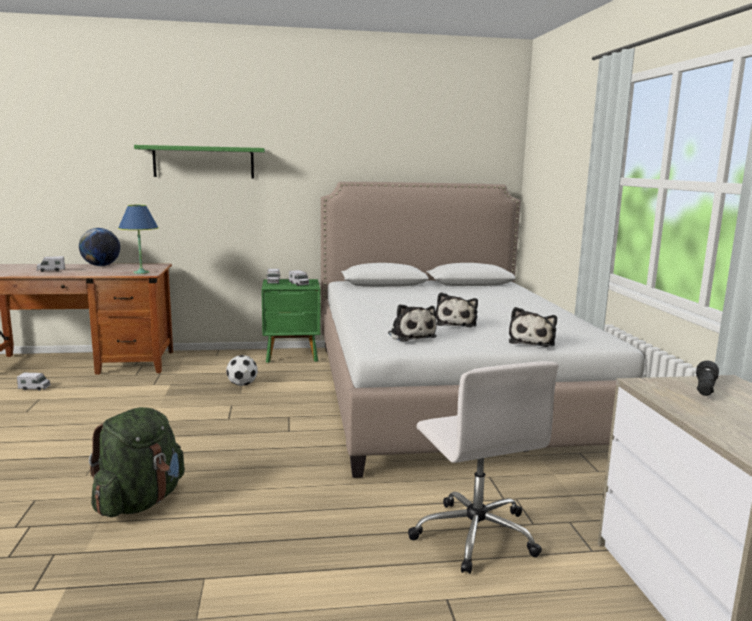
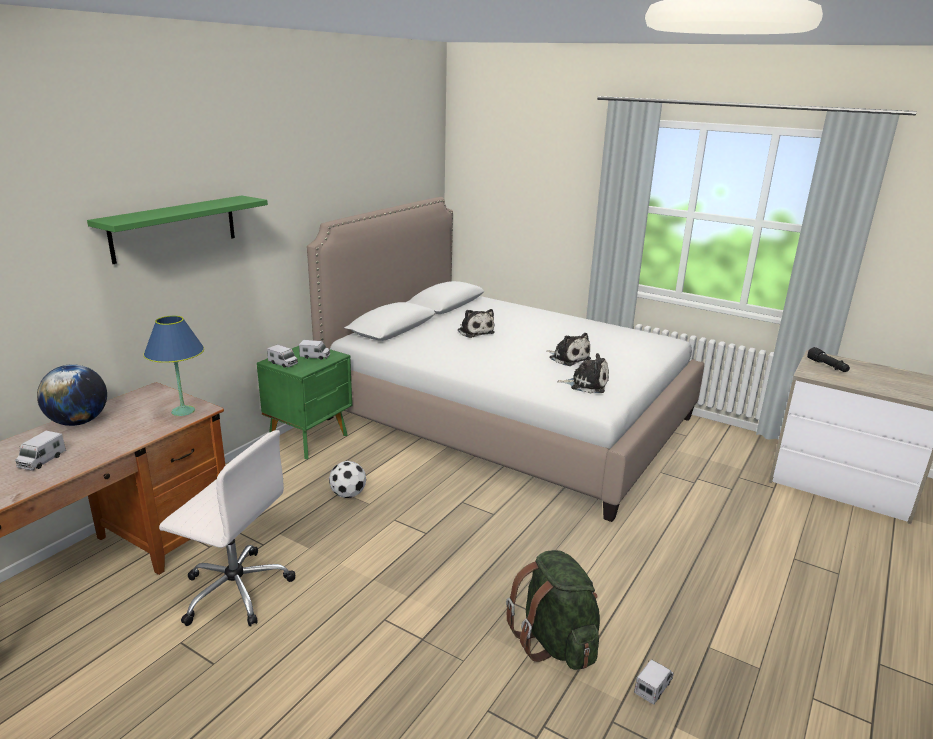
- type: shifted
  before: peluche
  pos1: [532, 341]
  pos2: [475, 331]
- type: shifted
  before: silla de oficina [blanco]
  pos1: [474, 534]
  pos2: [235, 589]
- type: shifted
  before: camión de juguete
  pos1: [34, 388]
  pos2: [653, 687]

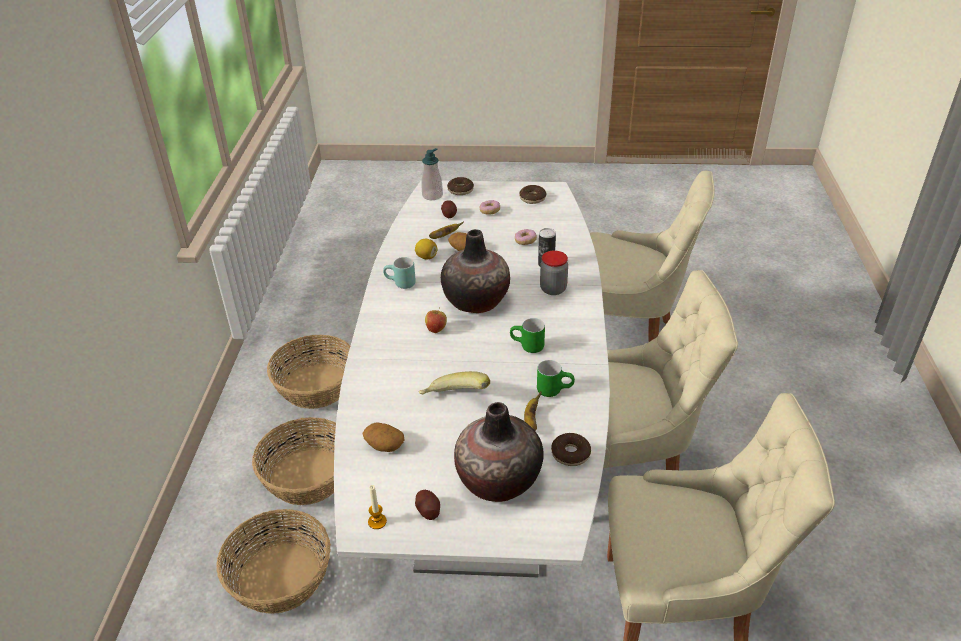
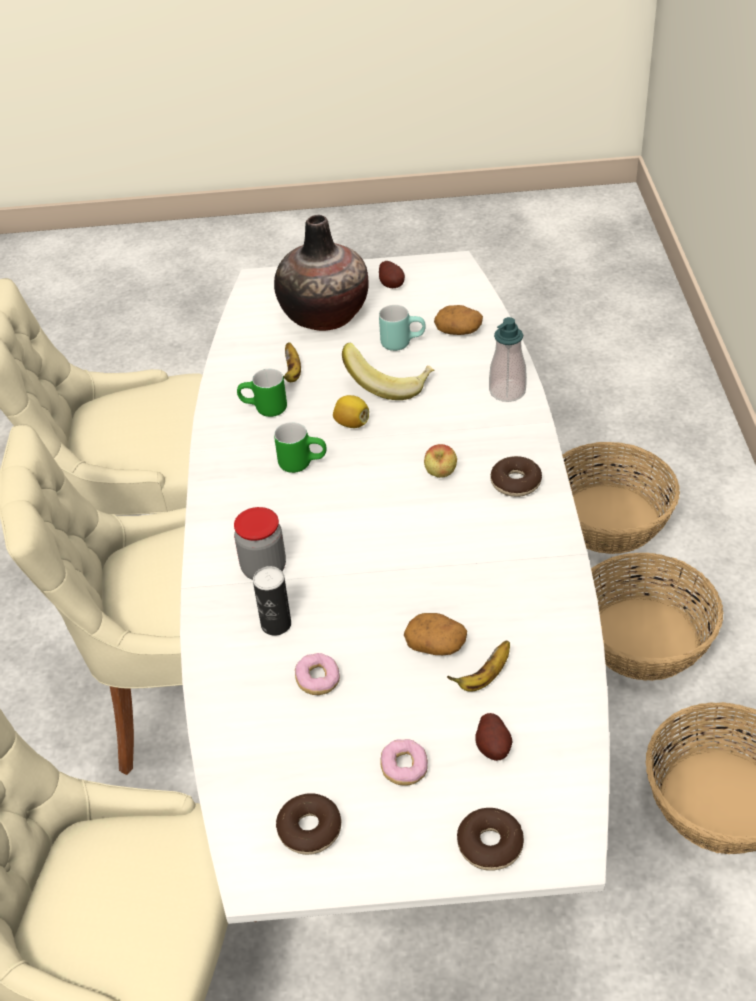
- type: shifted
  before: dispensador de jabón
  pos1: [432, 195]
  pos2: [507, 391]
- type: gone
  before: florero
  pos1: [476, 301]
- type: shifted
  before: limón
  pos1: [426, 257]
  pos2: [352, 423]
- type: shifted
  before: taza grande [turquesa]
  pos1: [400, 284]
  pos2: [402, 342]
- type: shifted
  before: rosquilla
  pos1: [570, 454]
  pos2: [515, 483]
- type: gone
  before: vela
  pos1: [377, 522]

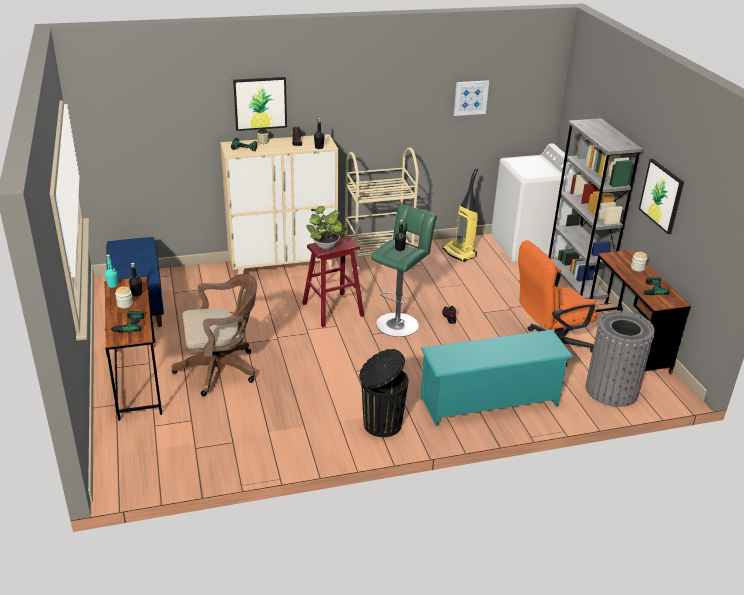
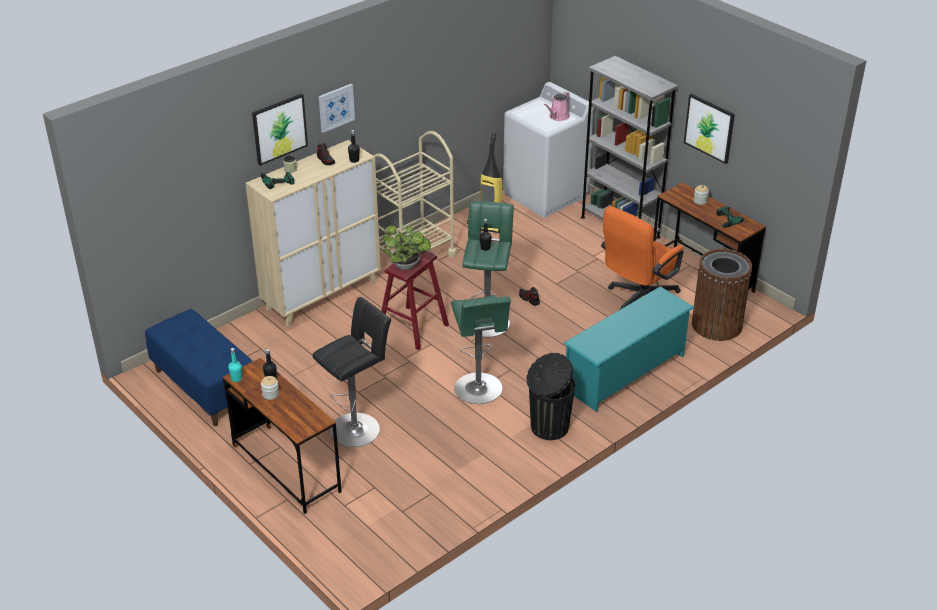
- type: shifted
  before: cuadro
  pos1: [470, 97]
  pos2: [336, 107]
- type: swapped
  before: silla de oficina [marrón]
  after: taburete [negro]
  pos1: [221, 369]
  pos2: [358, 427]
- type: gone
  before: taladro
  pos1: [124, 325]
- type: repainted
  before: papelera [gris]
  after: papelera [marrón]
  pos1: [611, 390]
  pos2: [716, 325]
- type: new
  after: regadera [rosa]
  pos2: [558, 117]
- type: new
  after: taburete [verde]
  pos2: [479, 390]

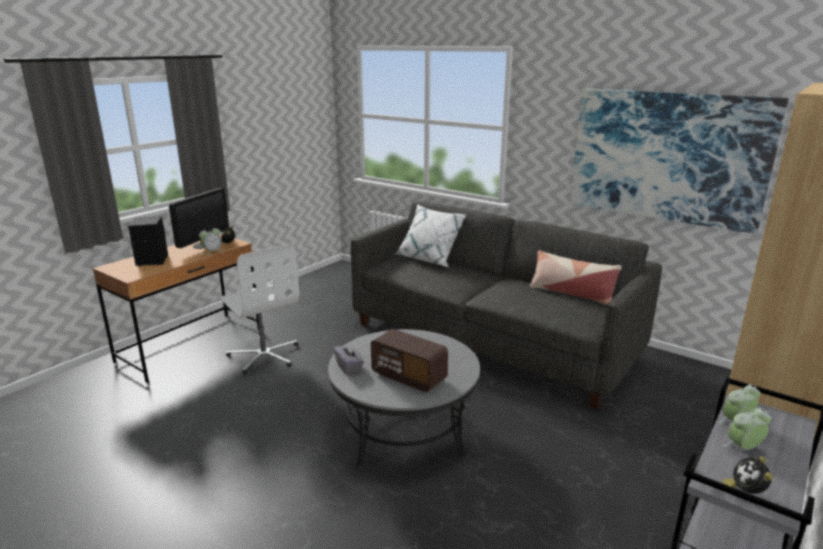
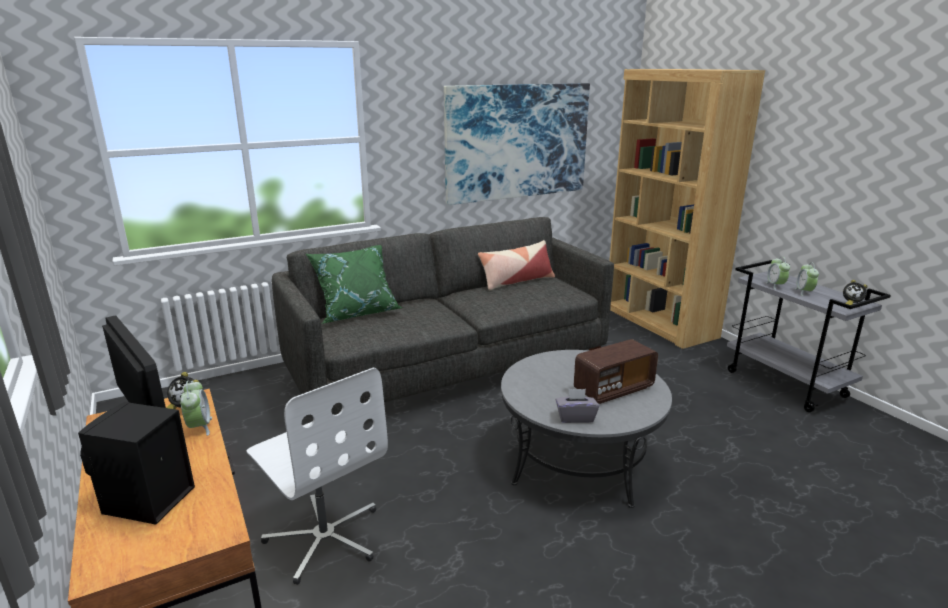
- type: repainted
  before: cojín [blanco]
  after: cojín [verde]
  pos1: [430, 259]
  pos2: [357, 312]
- type: rotated
  before: silla de oficina [blanco]
  pos1: [264, 355]
  pos2: [325, 537]
  turn: 60

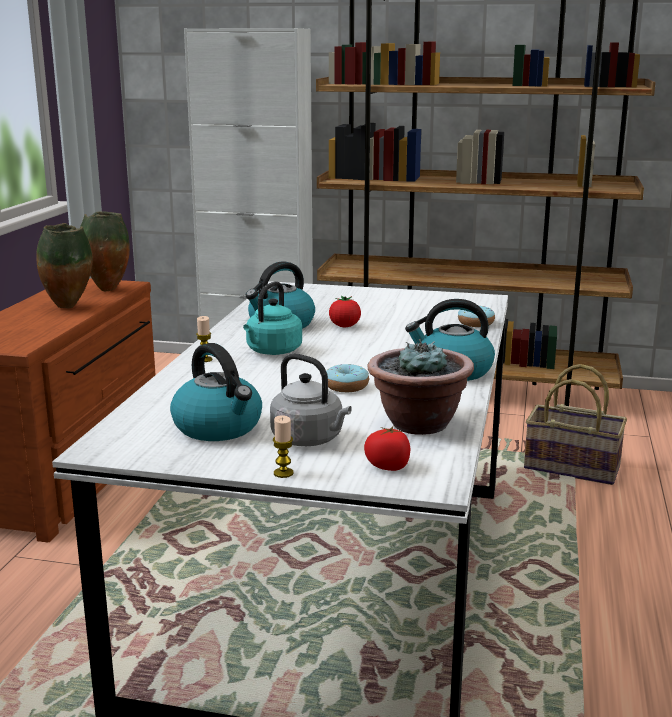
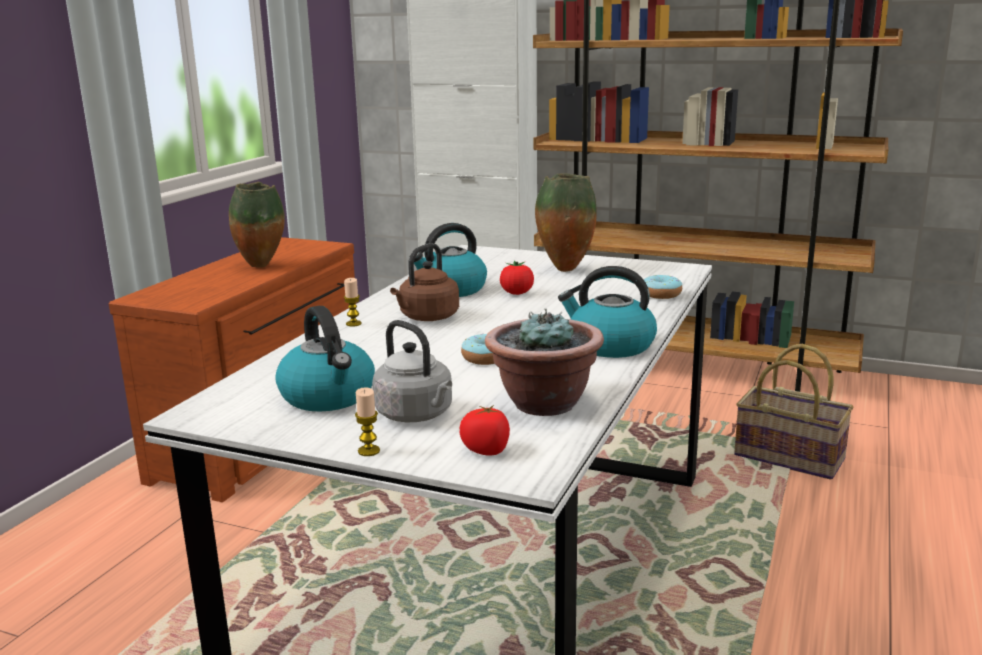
- type: shifted
  before: florero
  pos1: [107, 289]
  pos2: [564, 269]
- type: repainted
  before: hervidor [turquesa]
  after: hervidor [marrón]
  pos1: [272, 351]
  pos2: [427, 318]

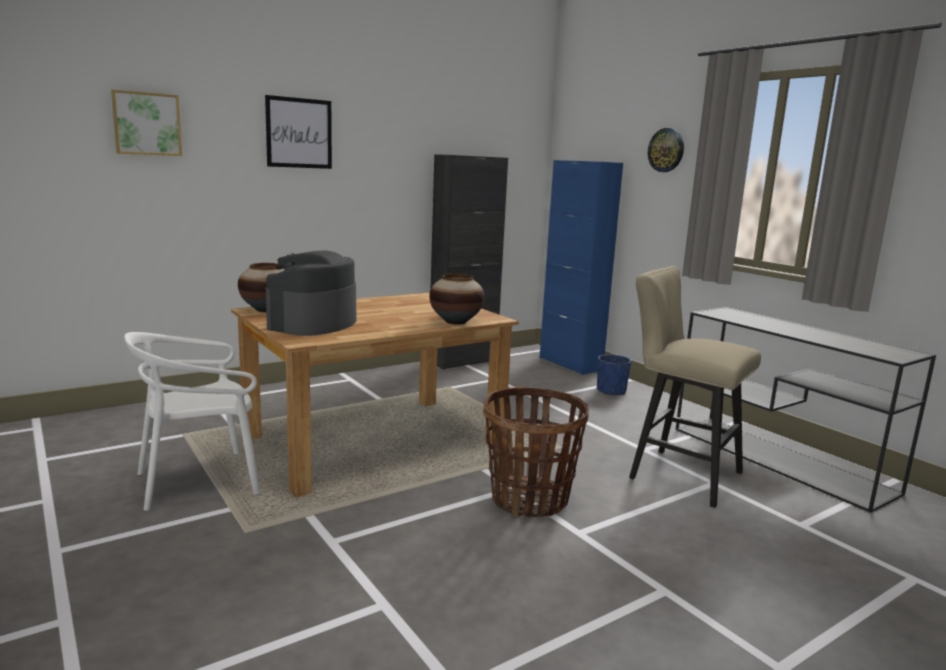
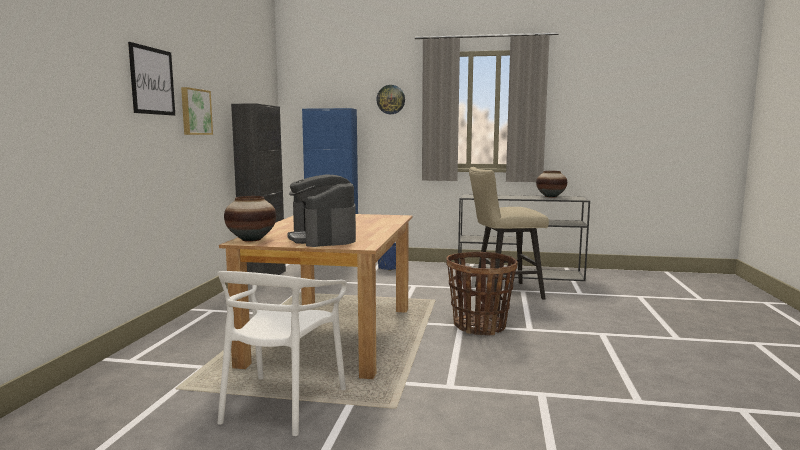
- type: shifted
  before: cuadro
  pos1: [147, 124]
  pos2: [195, 112]
- type: shifted
  before: florero
  pos1: [455, 322]
  pos2: [550, 196]

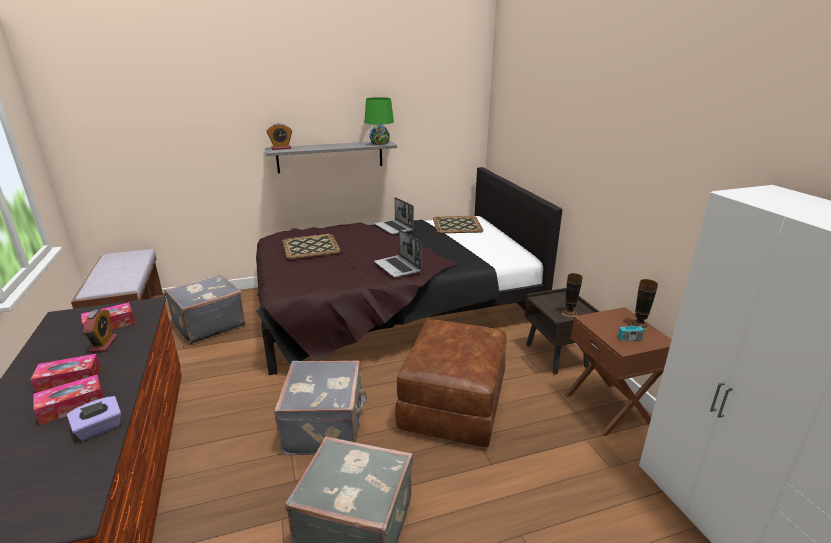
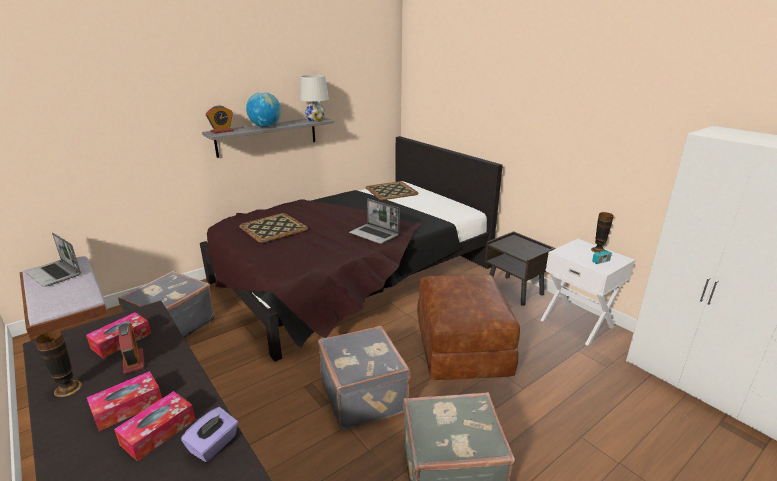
- type: repainted
  before: lámpara de mesa [verde]
  after: lámpara de mesa [blanco]
  pos1: [379, 143]
  pos2: [315, 120]
- type: shifted
  before: portátil
  pos1: [394, 228]
  pos2: [55, 274]
- type: shifted
  before: florero
  pos1: [569, 313]
  pos2: [68, 388]
- type: repainted
  before: mesita de noche [marrón]
  after: mesita de noche [blanco]
  pos1: [608, 408]
  pos2: [577, 323]
- type: new
  after: globo terráqueo
  pos2: [265, 126]

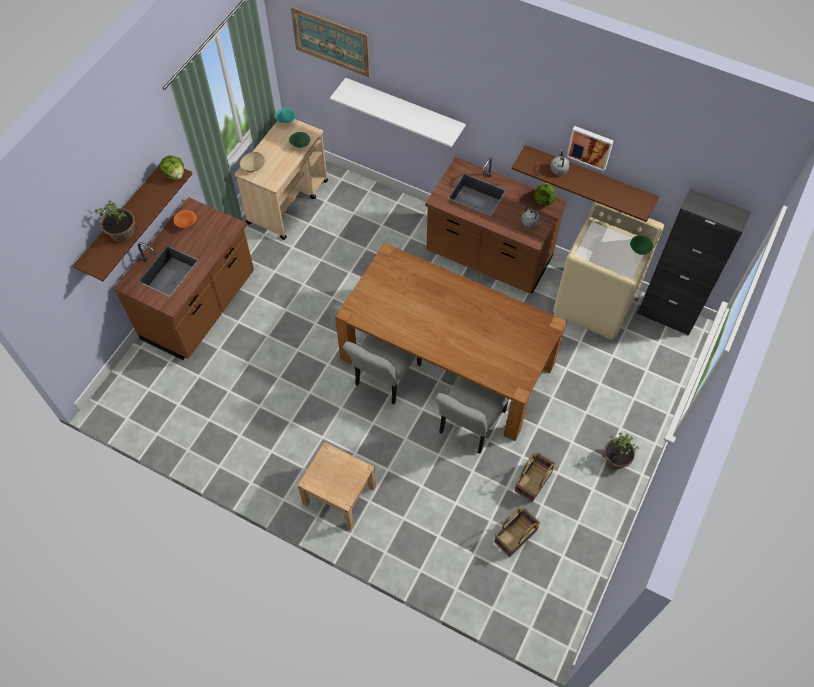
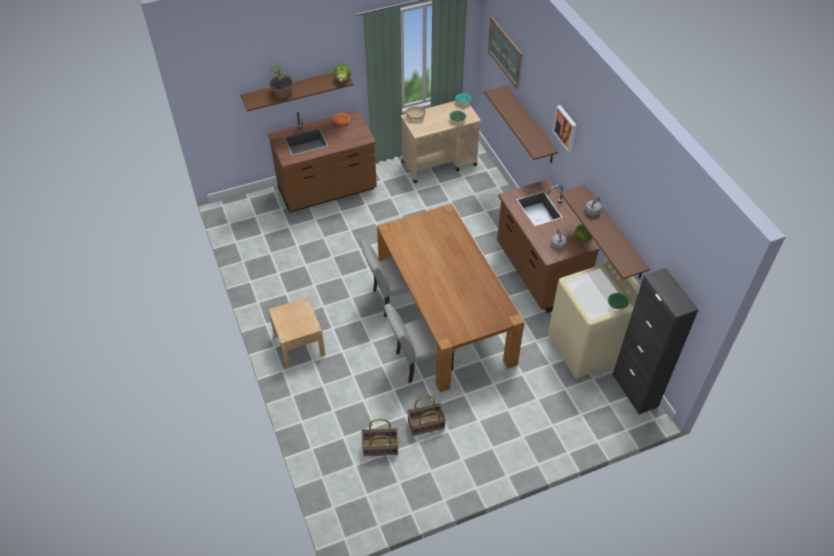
- type: repainted
  before: estante [blanco]
  after: estante [marrón]
  pos1: [404, 109]
  pos2: [530, 125]
- type: shifted
  before: cuadro
  pos1: [590, 147]
  pos2: [566, 127]
- type: gone
  before: planta en maceta
  pos1: [616, 459]

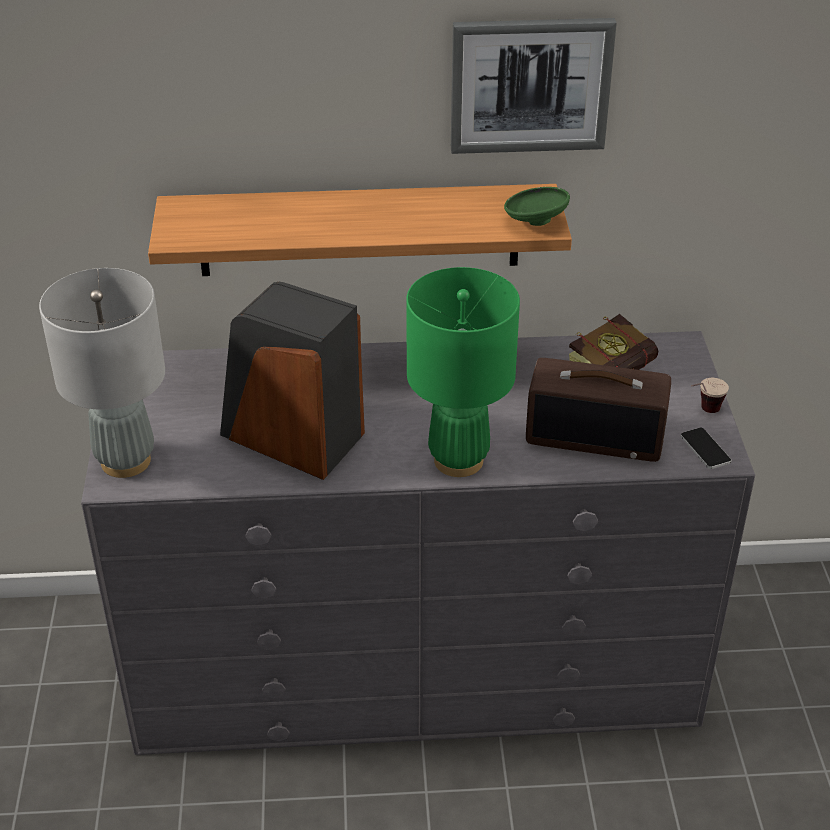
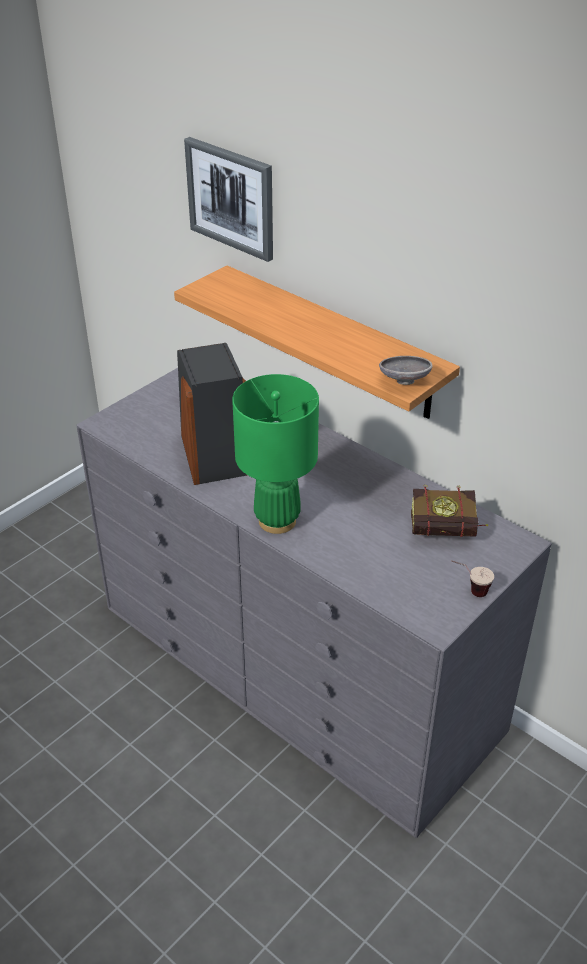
- type: shifted
  before: cuadro
  pos1: [530, 85]
  pos2: [231, 198]
- type: repainted
  before: cuenco [verde]
  after: cuenco [gris]
  pos1: [534, 221]
  pos2: [404, 380]
- type: gone
  before: lámpara de mesa [gris]
  pos1: [125, 461]
- type: gone
  before: radio
  pos1: [596, 435]
- type: gone
  before: móvil
  pos1: [705, 449]

